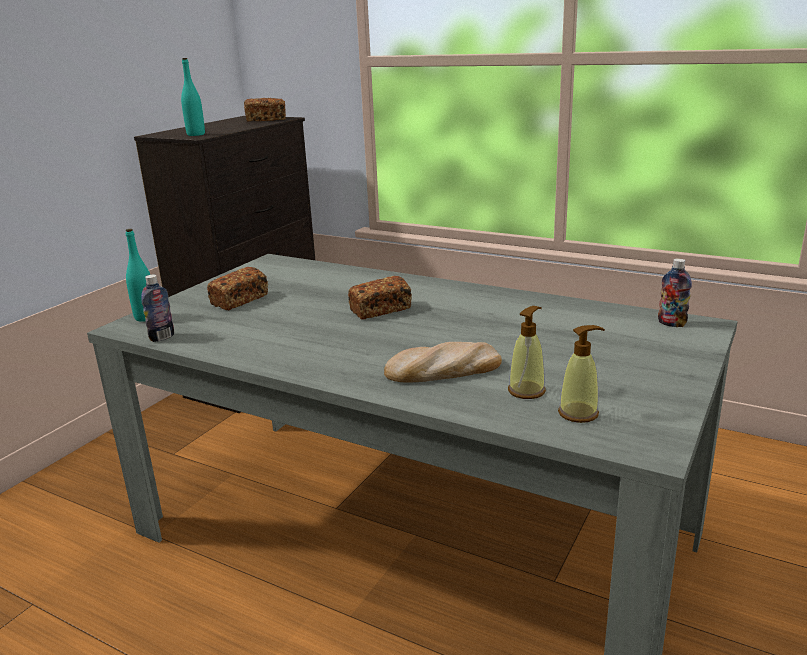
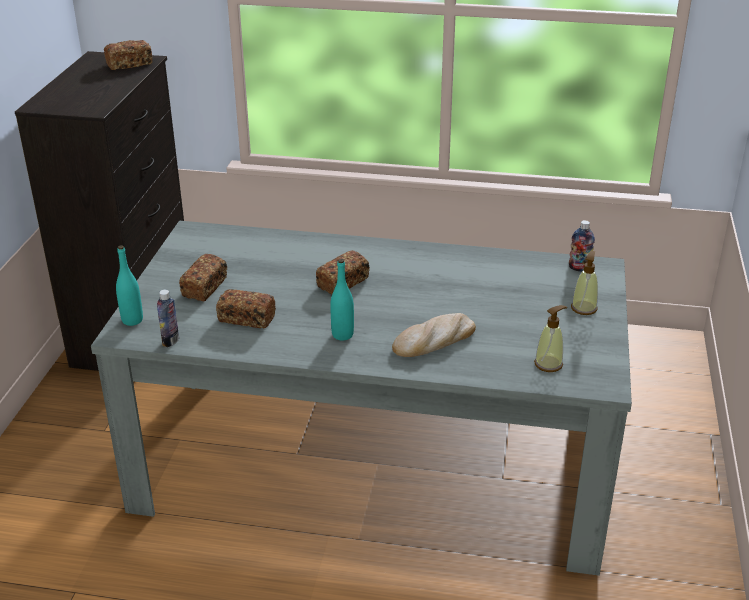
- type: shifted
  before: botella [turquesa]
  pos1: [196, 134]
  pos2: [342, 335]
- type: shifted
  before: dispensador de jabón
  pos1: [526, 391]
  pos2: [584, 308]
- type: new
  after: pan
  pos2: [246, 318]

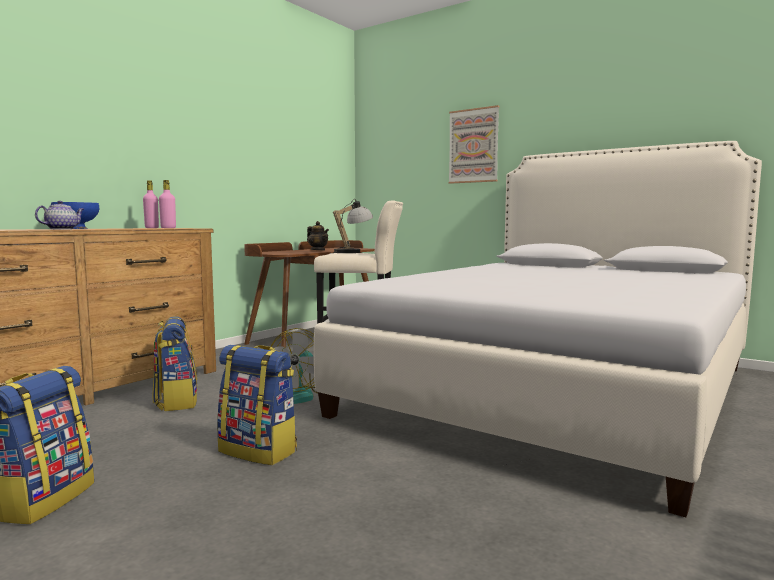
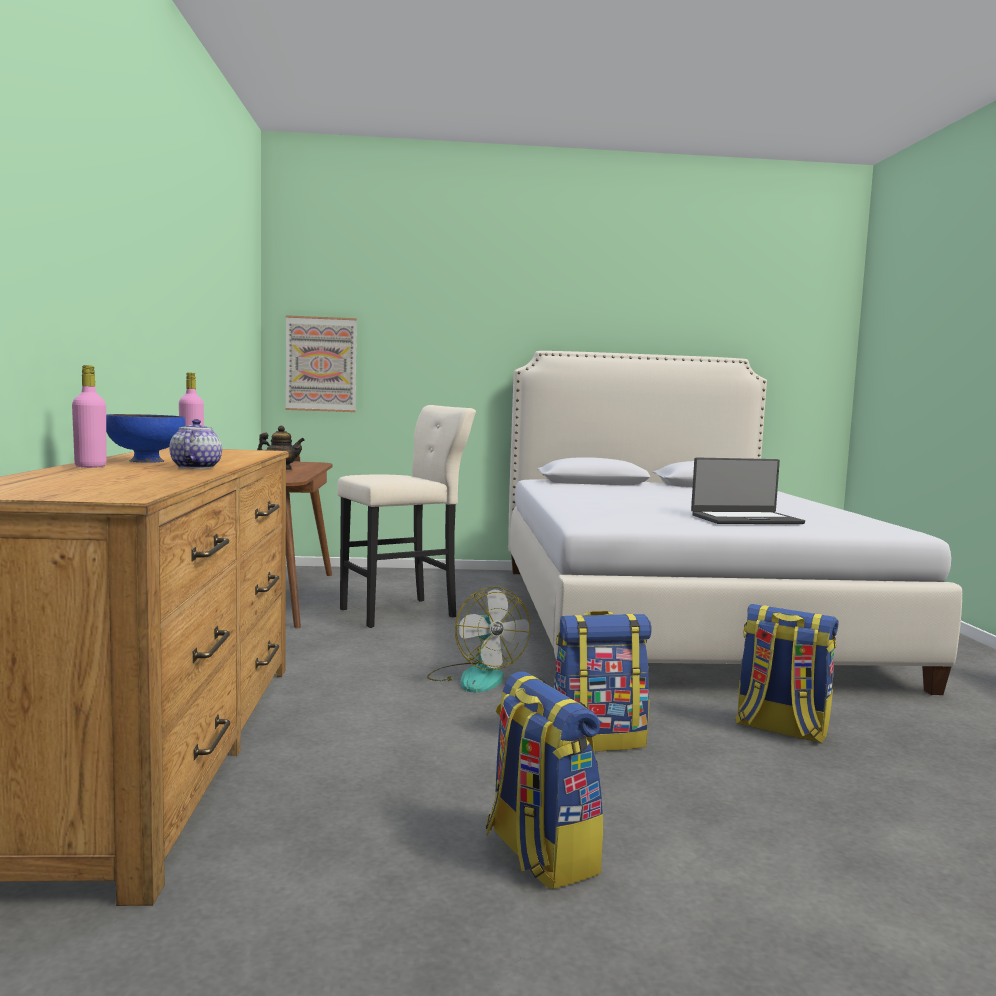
- type: shifted
  before: cuadro
  pos1: [473, 146]
  pos2: [321, 364]
- type: shifted
  before: botella [rosa]
  pos1: [168, 228]
  pos2: [90, 466]
- type: gone
  before: lámpara de mesa
  pos1: [352, 252]
- type: shifted
  before: mochila
  pos1: [176, 402]
  pos2: [780, 729]
- type: new
  after: portátil
  pos2: [745, 519]

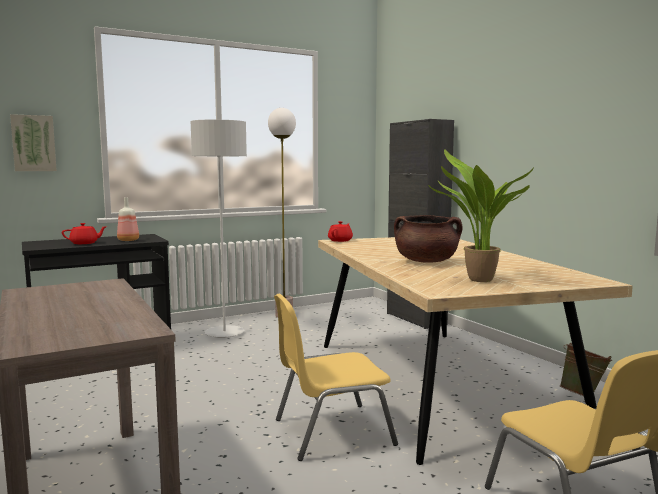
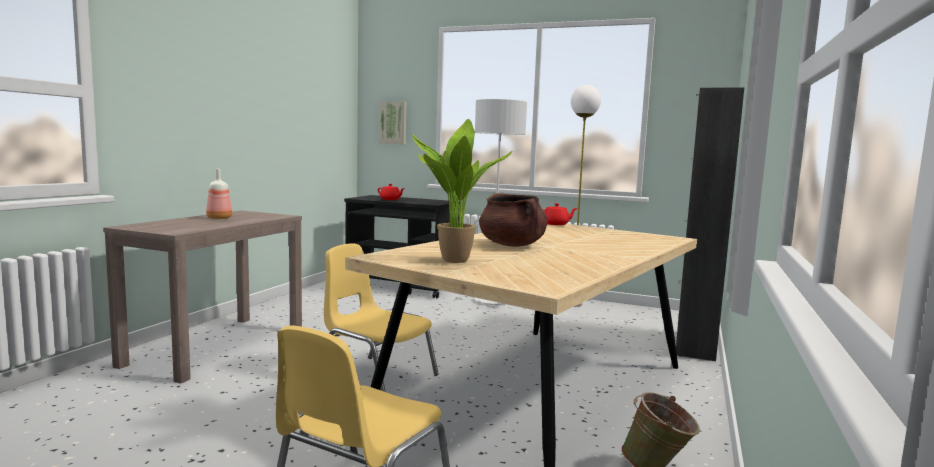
- type: shifted
  before: botella
  pos1: [129, 240]
  pos2: [220, 218]

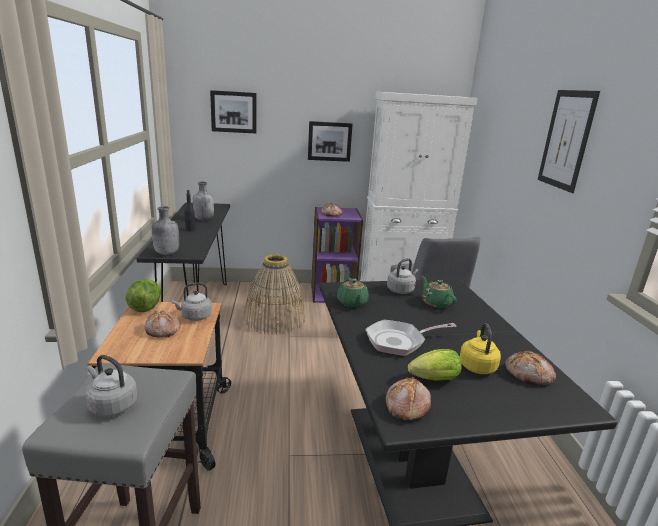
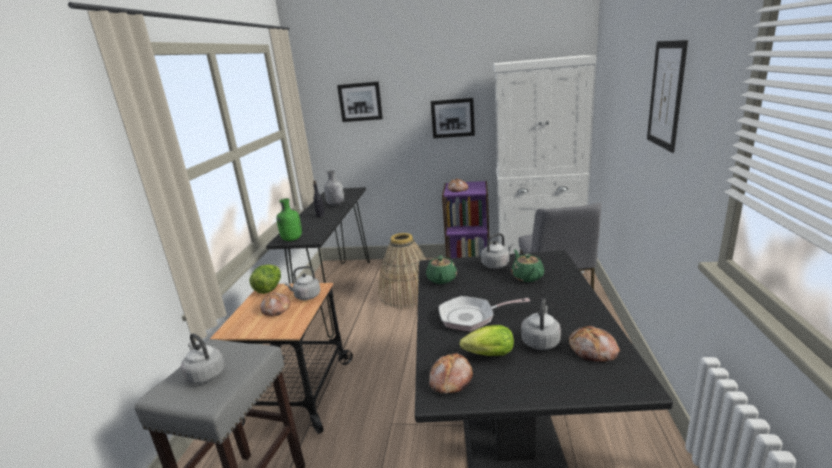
- type: repainted
  before: botella [gris]
  after: botella [verde]
  pos1: [166, 253]
  pos2: [291, 239]
- type: repainted
  before: hervidor [amarillo]
  after: hervidor [gris]
  pos1: [477, 365]
  pos2: [540, 341]

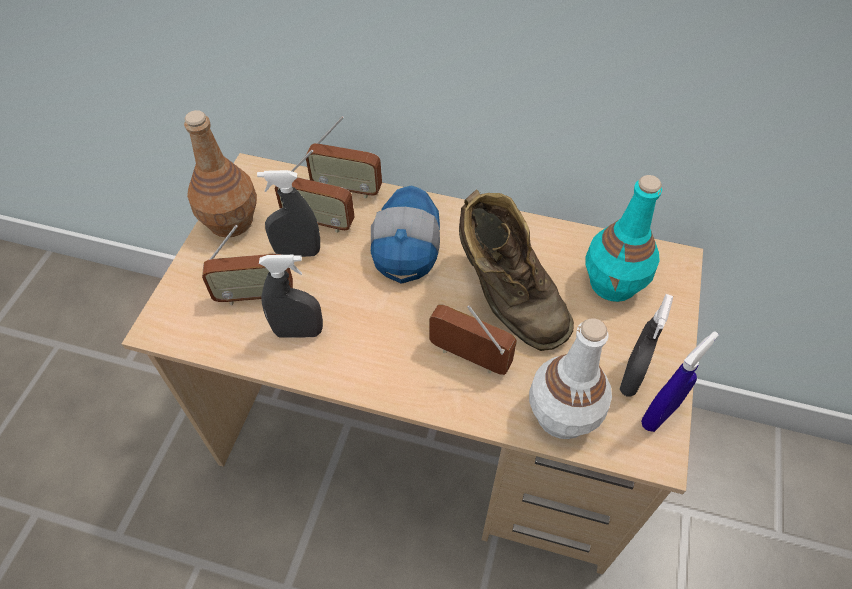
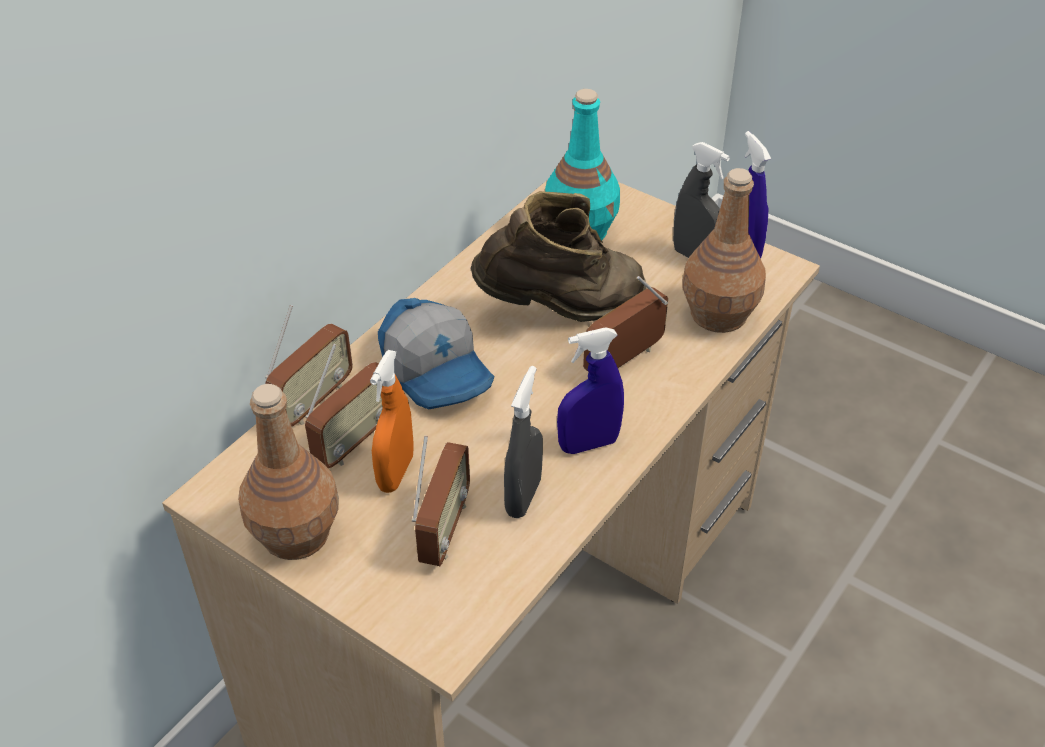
- type: repainted
  before: pulverizador [gris]
  after: pulverizador [naranja]
  pos1: [297, 252]
  pos2: [396, 473]
- type: rotated
  before: gorra
  pos1: [404, 243]
  pos2: [438, 370]
  turn: -150
- type: repainted
  before: botella [blanco]
  after: botella [marrón]
  pos1: [561, 415]
  pos2: [718, 315]
- type: new
  after: pulverizador [azul]
  pos2: [588, 444]

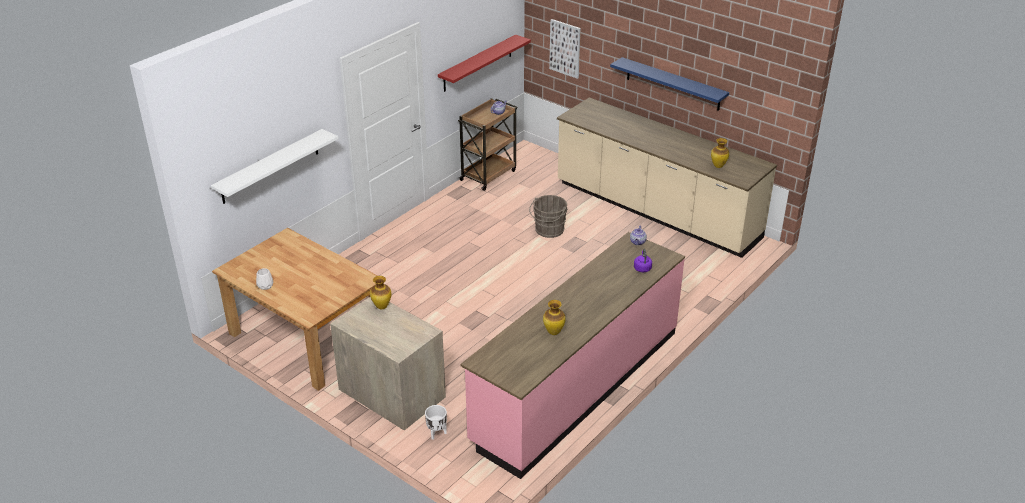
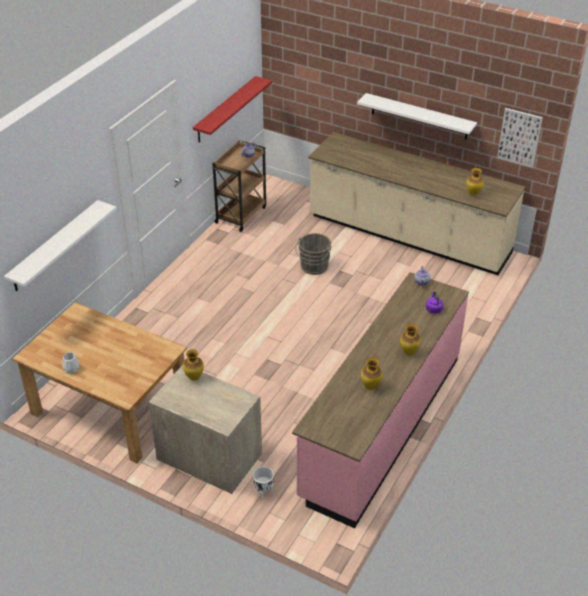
- type: shifted
  before: cuadro
  pos1: [565, 48]
  pos2: [519, 137]
- type: repainted
  before: estante [azul]
  after: estante [blanco]
  pos1: [673, 84]
  pos2: [419, 116]
- type: new
  after: florero
  pos2: [409, 352]

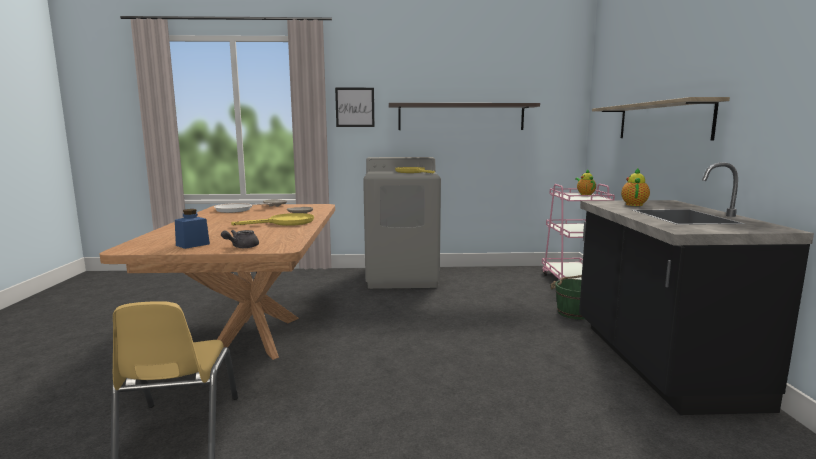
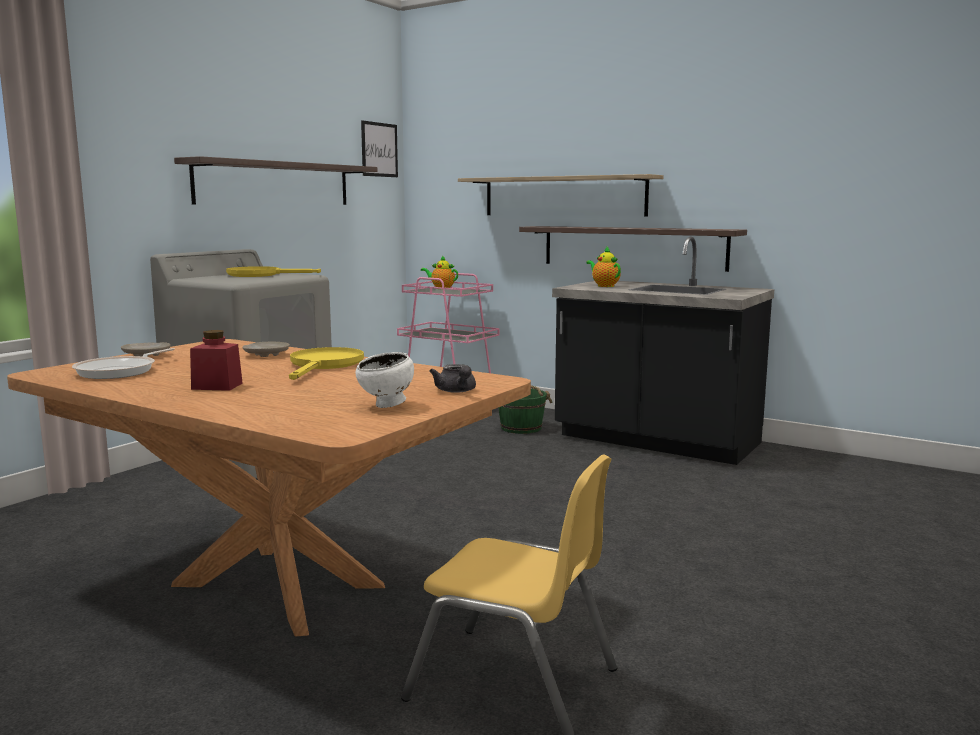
- type: shifted
  before: cuadro
  pos1: [355, 107]
  pos2: [379, 149]
- type: swapped
  before: tarro [azul]
  after: cuenco [blanco]
  pos1: [192, 245]
  pos2: [386, 406]
- type: new
  after: estante
  pos2: [632, 247]
- type: new
  after: tarro [rojo]
  pos2: [217, 386]

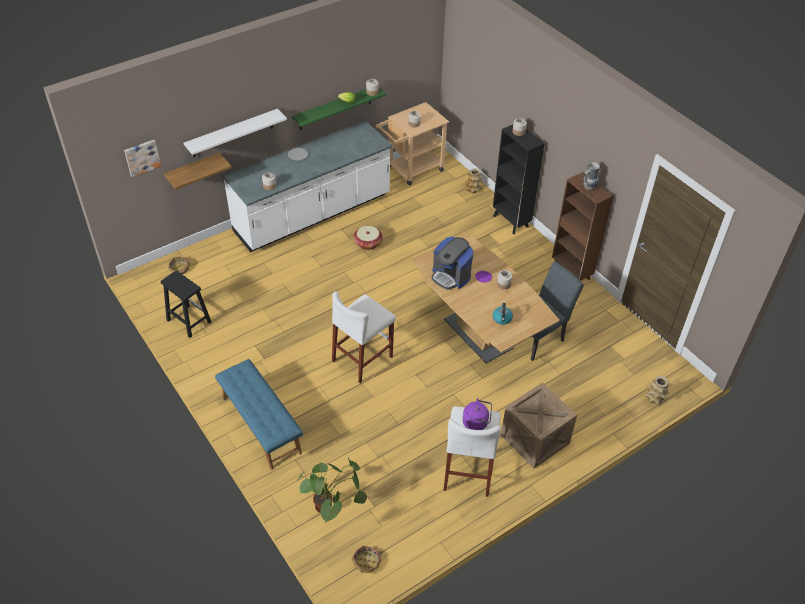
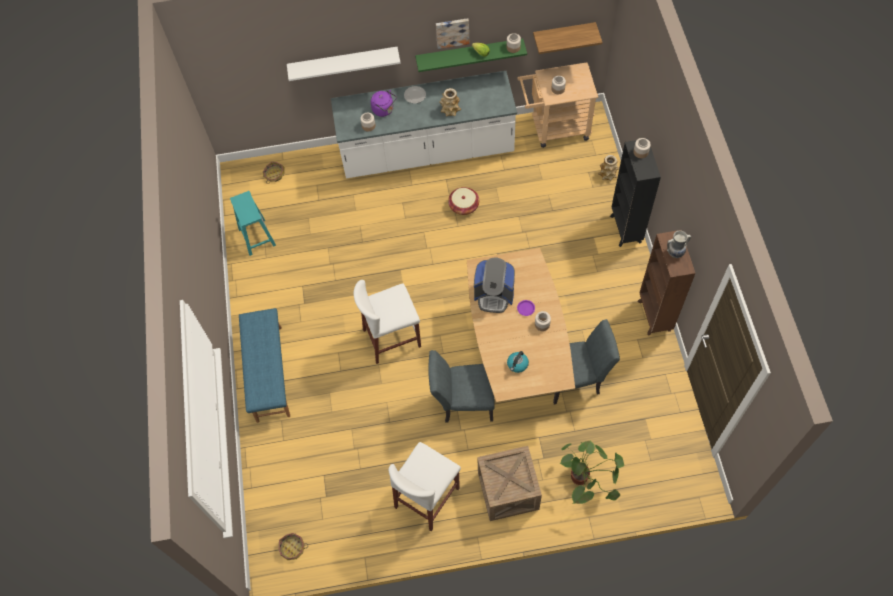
- type: shifted
  before: cuadro
  pos1: [142, 157]
  pos2: [452, 32]
- type: shifted
  before: estante
  pos1: [193, 171]
  pos2: [563, 34]
- type: rotated
  before: cafetera
  pos1: [450, 276]
  pos2: [494, 295]
  turn: -60
- type: repainted
  before: taburete [negro]
  after: taburete [turquesa]
  pos1: [188, 321]
  pos2: [256, 236]
- type: shifted
  before: florero
  pos1: [655, 398]
  pos2: [450, 110]
- type: shifted
  before: hervidor [morado]
  pos1: [477, 423]
  pos2: [384, 110]
- type: shifted
  before: planta en maceta
  pos1: [332, 507]
  pos2: [586, 481]
- type: new
  after: silla [gris]
  pos2: [463, 402]

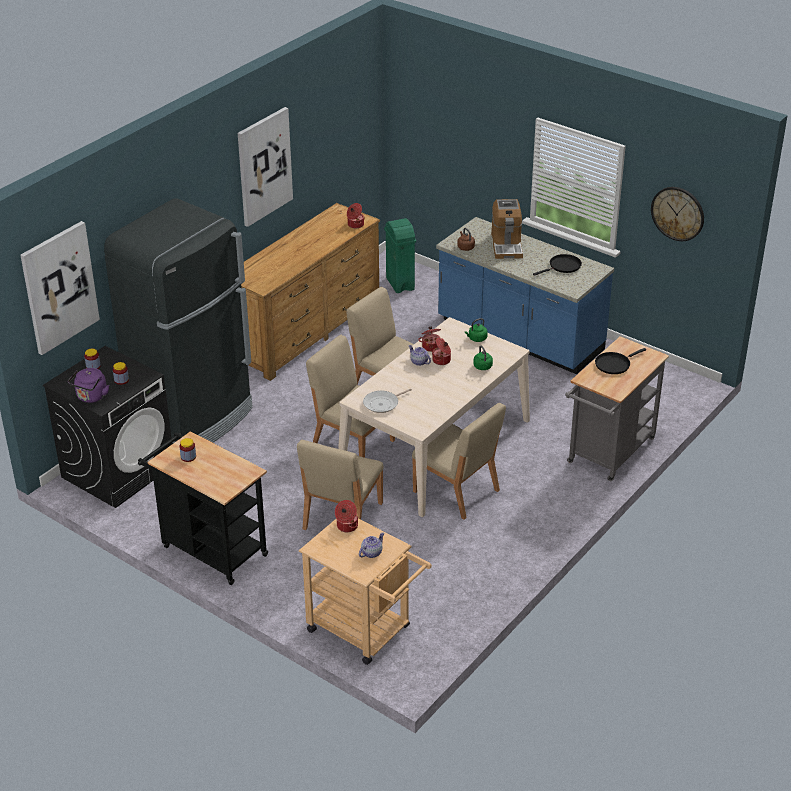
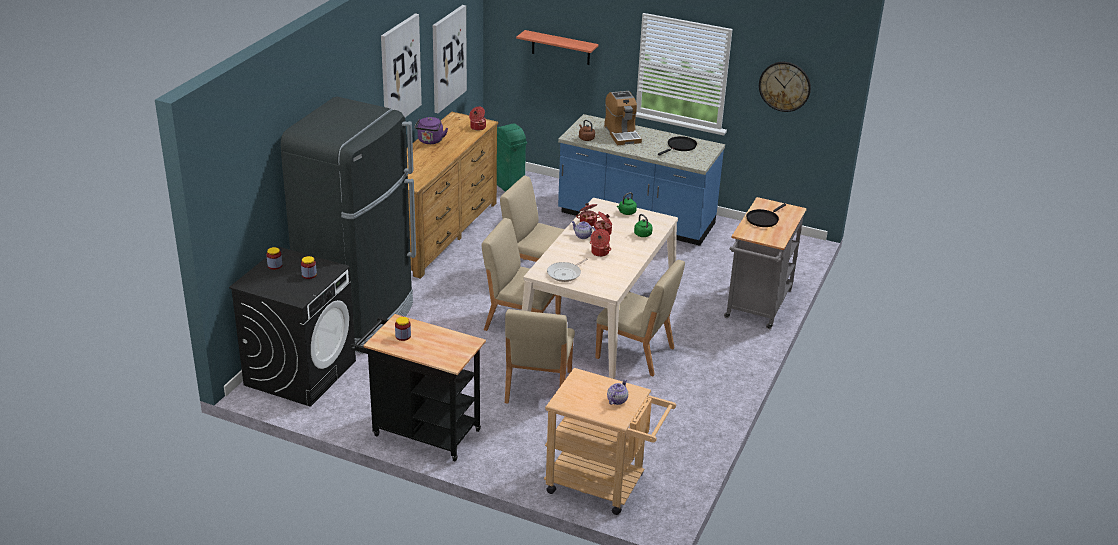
- type: shifted
  before: cuadro
  pos1: [59, 287]
  pos2: [448, 58]
- type: shifted
  before: hervidor [morado]
  pos1: [91, 397]
  pos2: [430, 141]
- type: shifted
  before: olla
  pos1: [346, 526]
  pos2: [599, 252]
- type: new
  after: estante
  pos2: [561, 48]

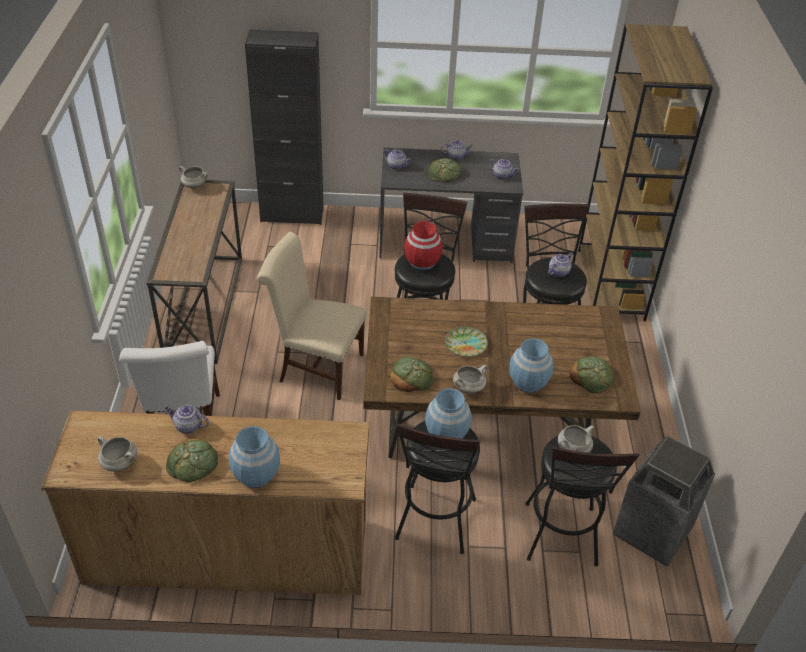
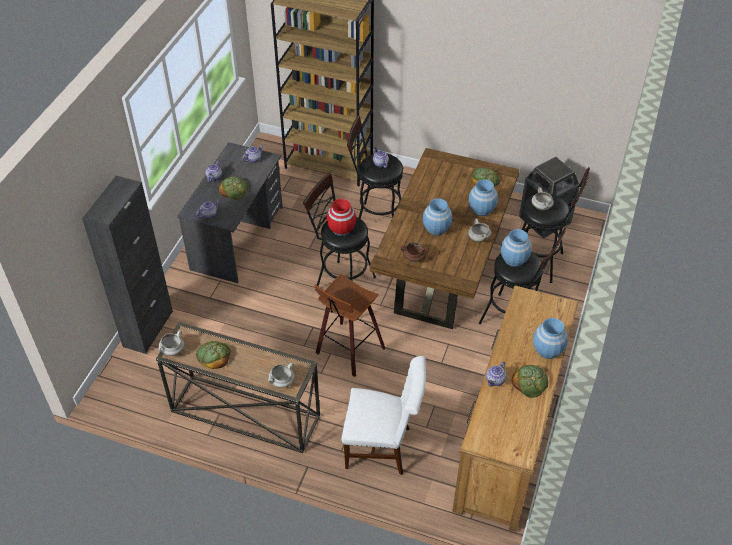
- type: swapped
  before: silla [beis]
  after: taburete
  pos1: [316, 367]
  pos2: [348, 351]
- type: swapped
  before: plato
  after: florero [azul]
  pos1: [465, 344]
  pos2: [436, 228]
- type: shifted
  before: pan
  pos1: [411, 377]
  pos2: [213, 356]
- type: shifted
  before: olla [blanco]
  pos1: [119, 463]
  pos2: [282, 382]
- type: new
  after: olla [marrón]
  pos2: [414, 258]

